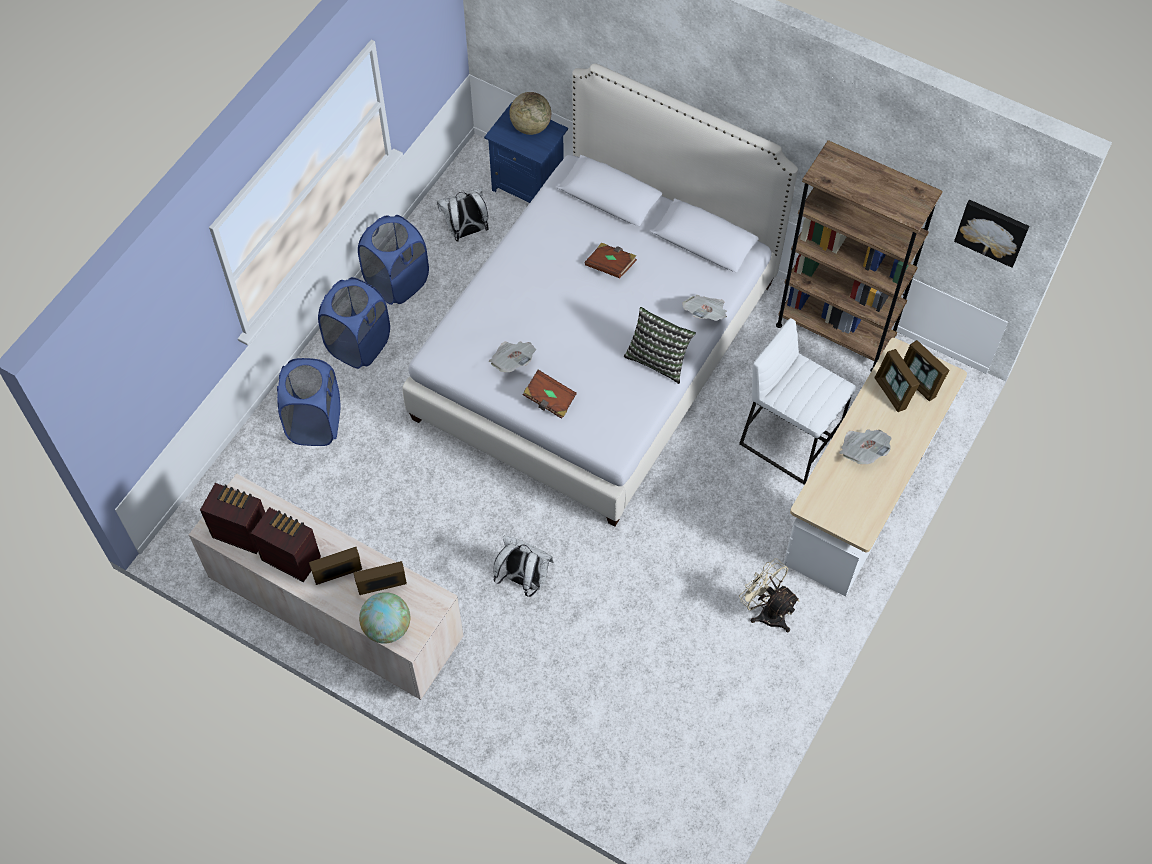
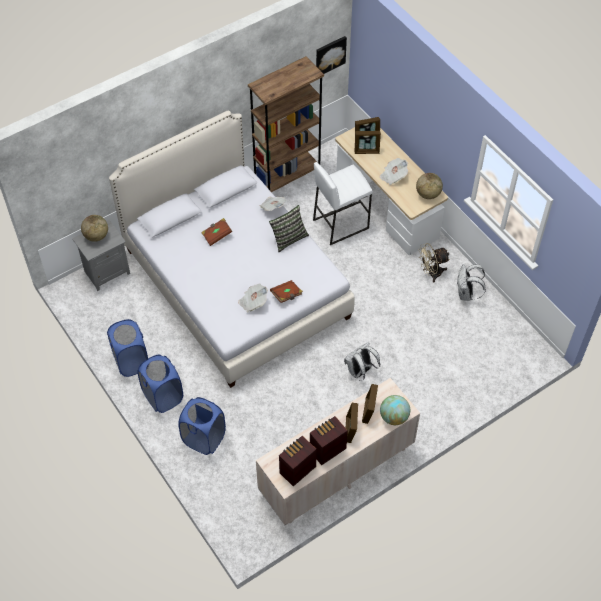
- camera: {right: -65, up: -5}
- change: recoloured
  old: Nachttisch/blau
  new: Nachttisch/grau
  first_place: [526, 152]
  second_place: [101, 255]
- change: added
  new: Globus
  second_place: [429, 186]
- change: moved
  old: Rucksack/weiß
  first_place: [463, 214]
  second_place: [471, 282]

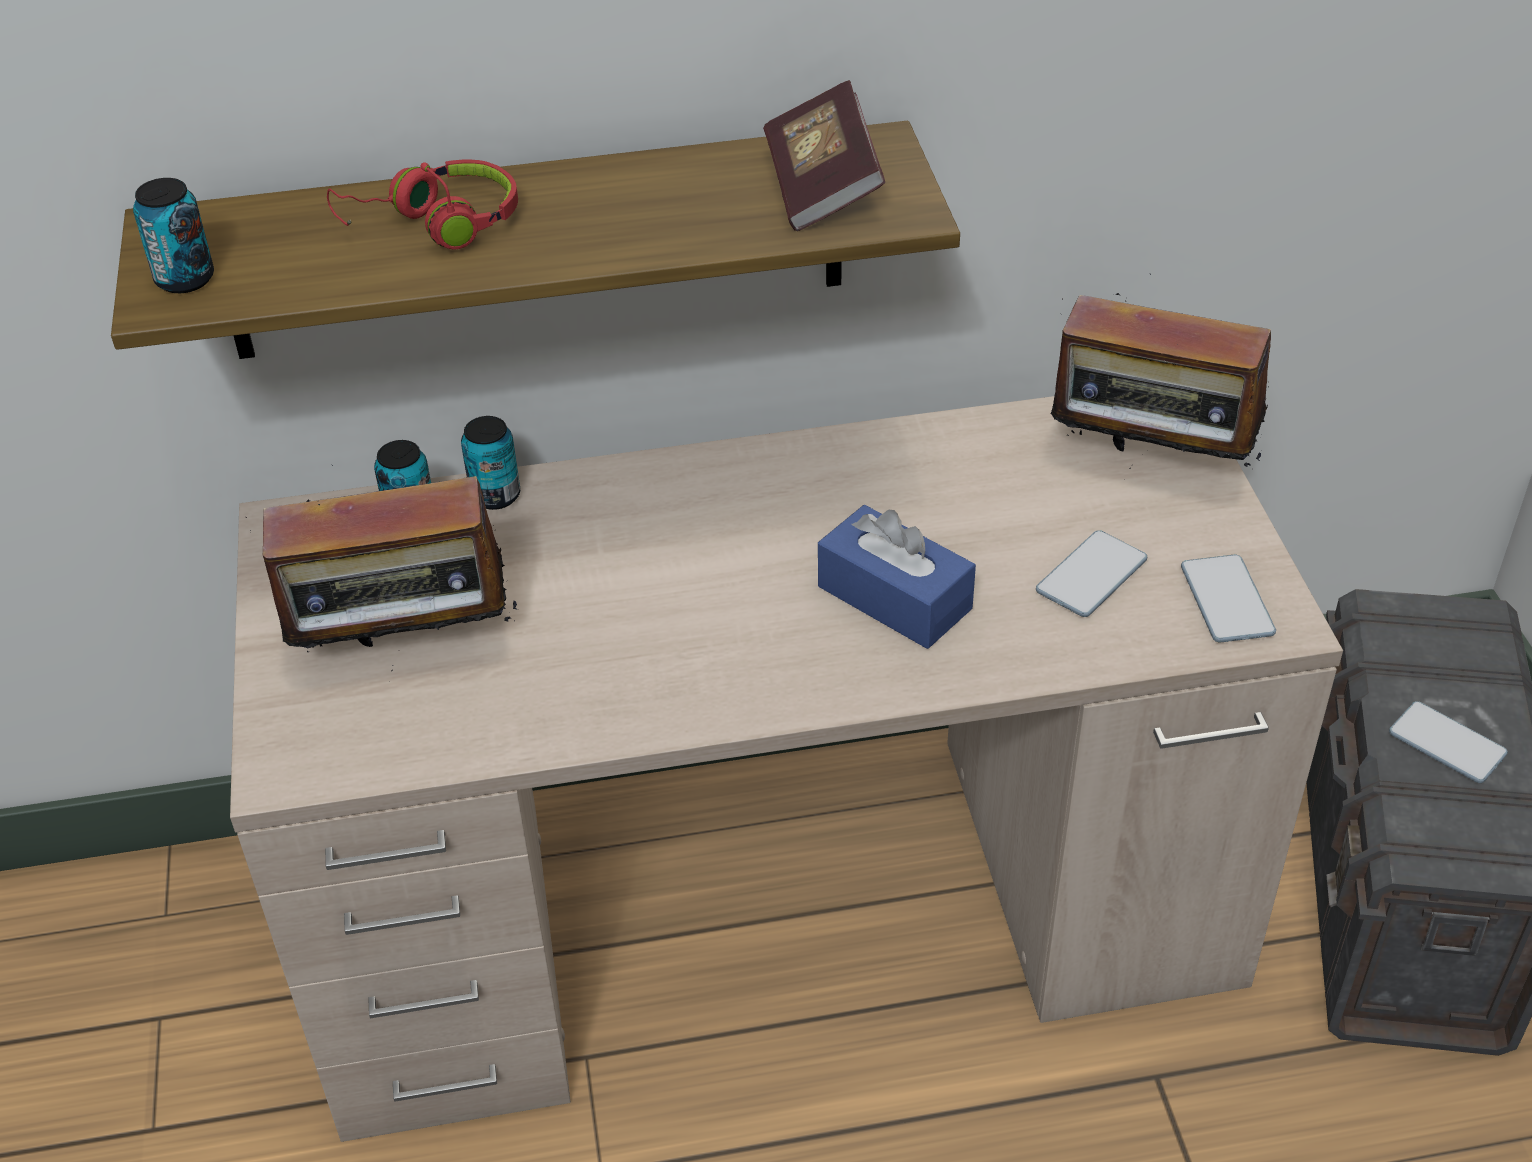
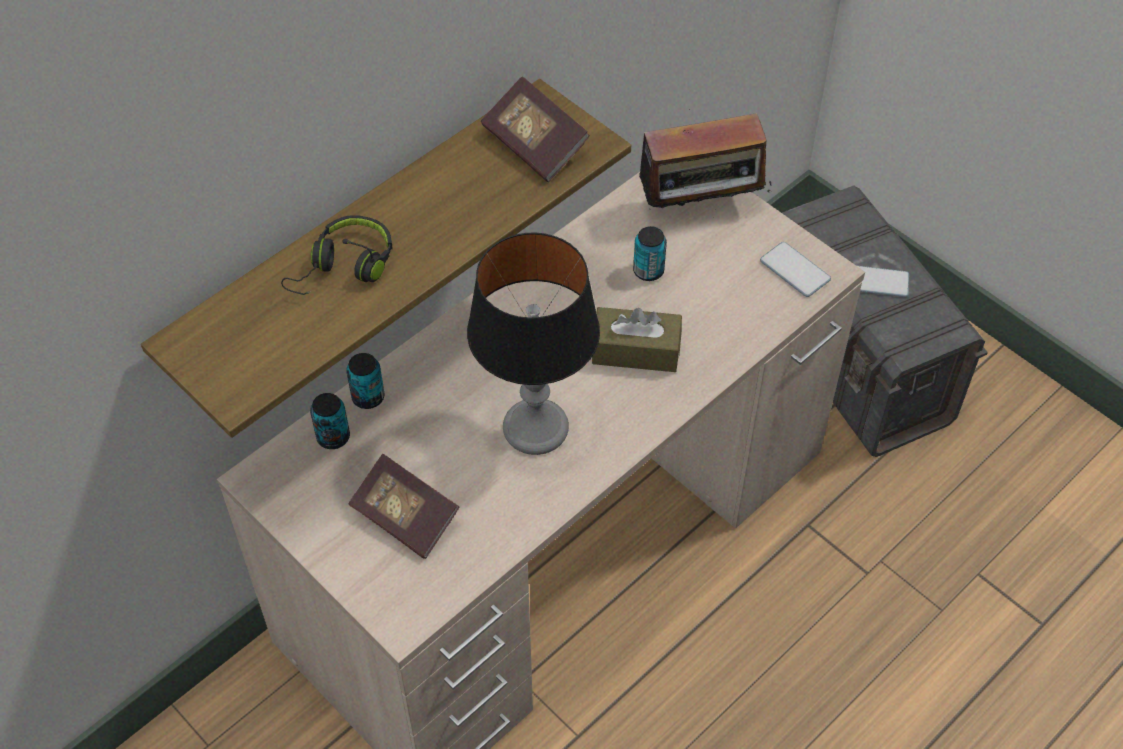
- camera: {right: -35, up: 10}
- change: recoloured
  old: Kopfhörer/rot
  new: Kopfhörer/schwarz
  first_place: [422, 204]
  second_place: [336, 255]
- change: replaced
  old: Radio
  new: Buch
  first_place: [382, 567]
  second_place: [403, 506]
- change: added
  new: Tischlampe
  second_place: [533, 343]
- change: recoloured
  old: Taschentuchbox/blau
  new: Taschentuchbox/braun
  first_place: [897, 577]
  second_place: [637, 339]
- change: moved
  old: Dose
  first_place: [173, 235]
  second_place: [650, 253]
- change: removed
  old: Handy
  first_place: [1091, 573]

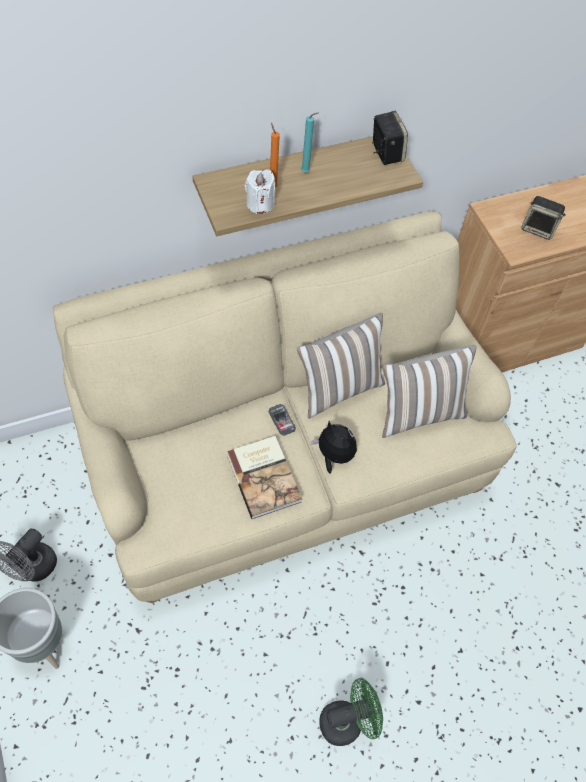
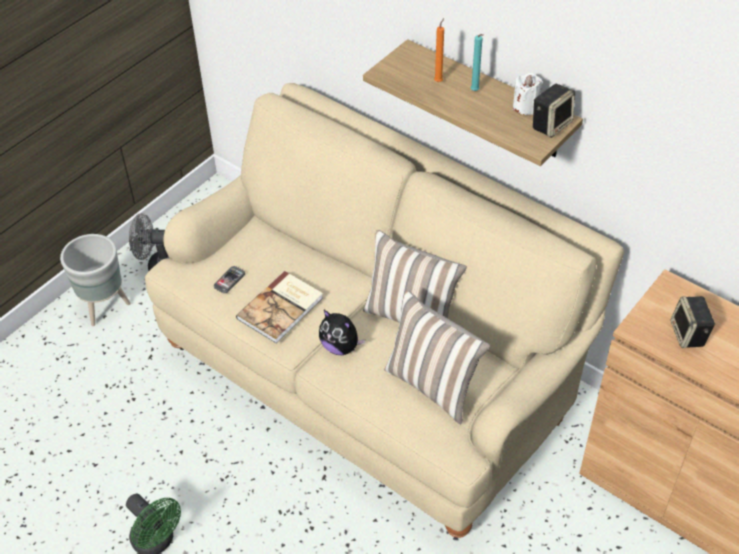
- camera: {right: 65, up: -10}
- change: moved
  old: Handy
  first_place: [282, 420]
  second_place: [229, 279]
- change: turned
  old: Plüschtier
  first_place: [334, 447]
  second_place: [342, 332]
  degrees: 120
- change: moved
  old: Kerze/weiß
  first_place: [260, 191]
  second_place: [528, 94]

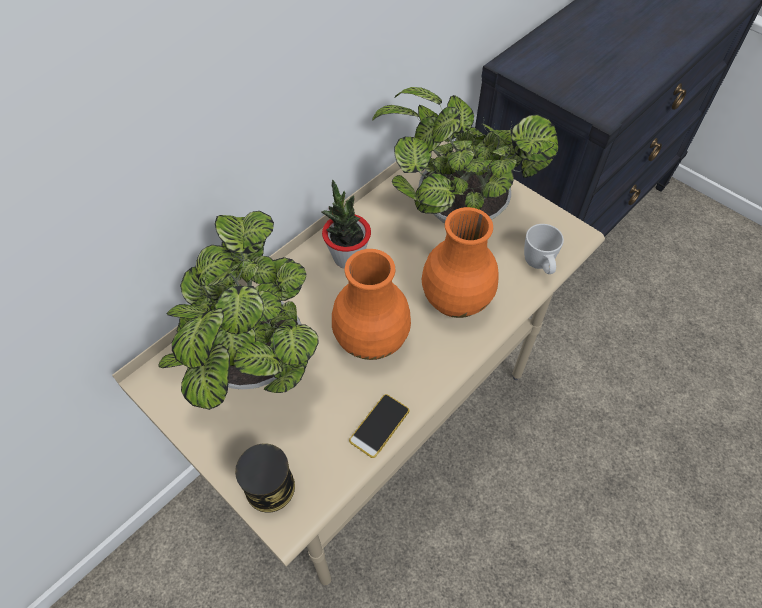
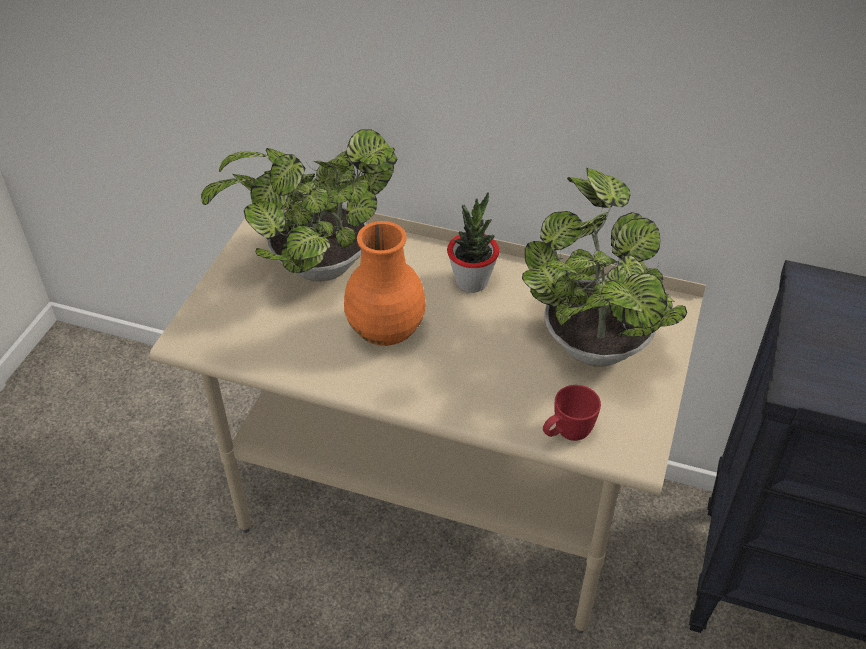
- camera: {right: 65, up: -10}
- change: recoloured
  old: Henkelbecher/weiß
  new: Henkelbecher/rot
  first_place: [544, 249]
  second_place: [572, 413]
- change: removed
  old: Dose
  first_place: [265, 478]
- change: removed
  old: Handy
  first_place: [379, 426]
- change: removed
  old: Vase/orange
  first_place: [460, 262]

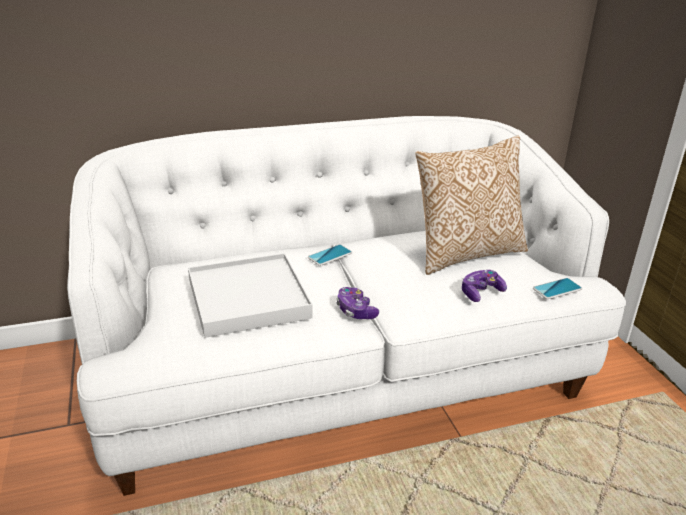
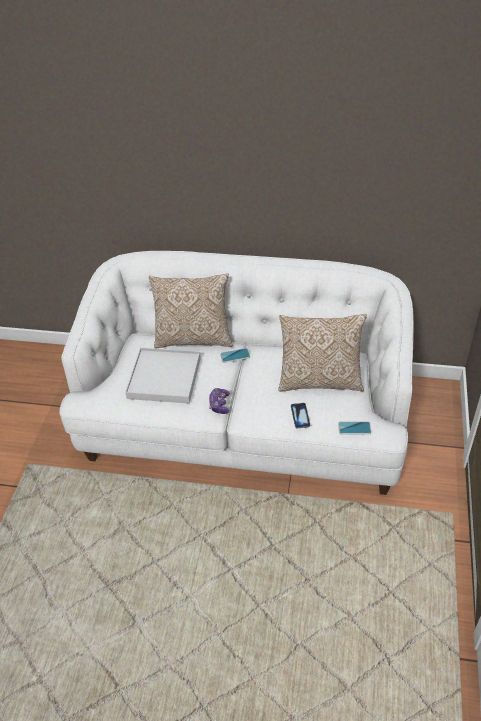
- camera: {right: 30, up: 15}
- change: added
  new: Kissen
  second_place: [191, 311]
- change: replaced
  old: Gamepad
  new: Handy
  first_place: [484, 286]
  second_place: [300, 415]

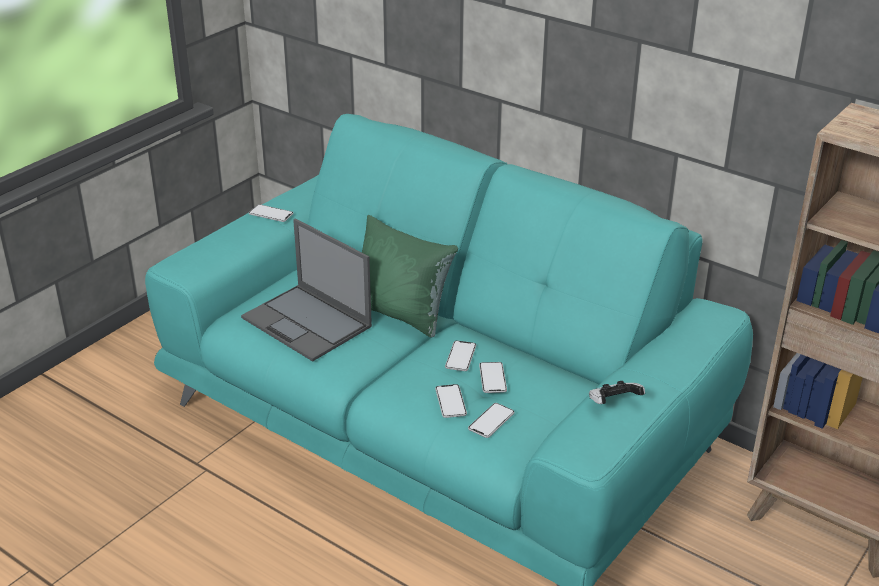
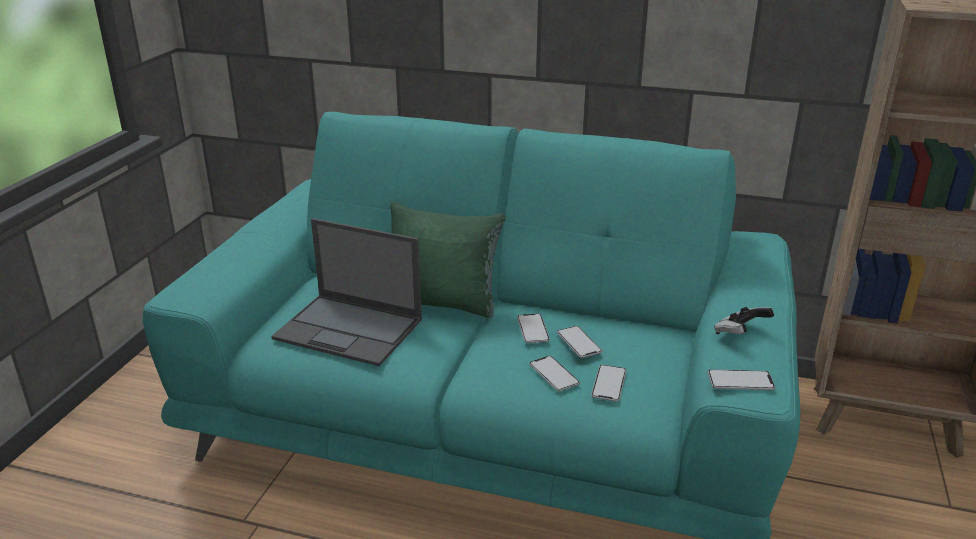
- camera: {right: -20, up: -5}
- change: moved
  old: Handy
  first_place: [271, 213]
  second_place: [741, 379]

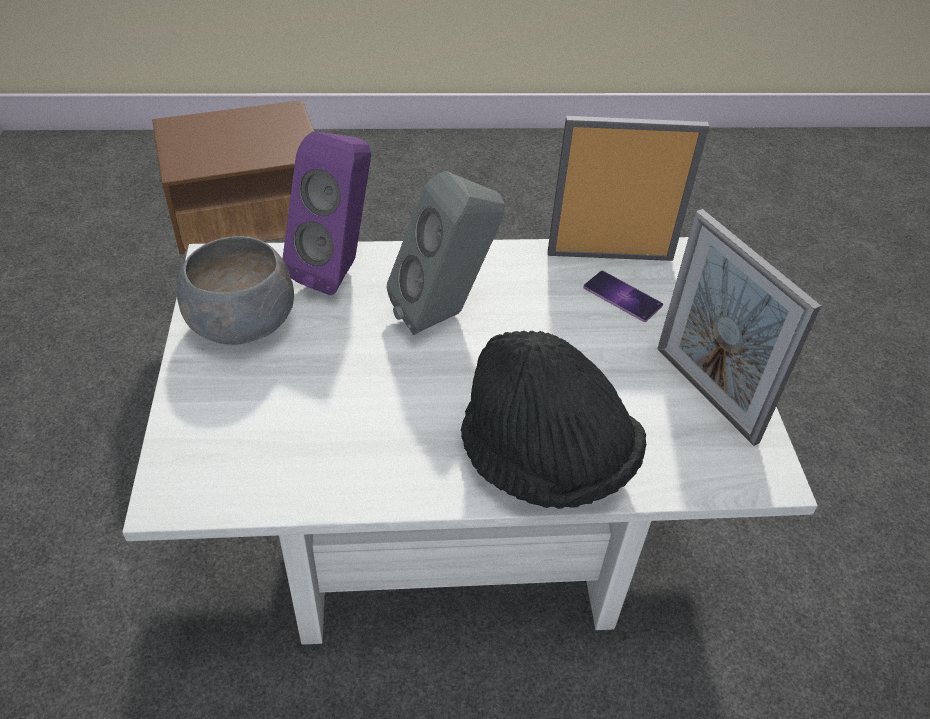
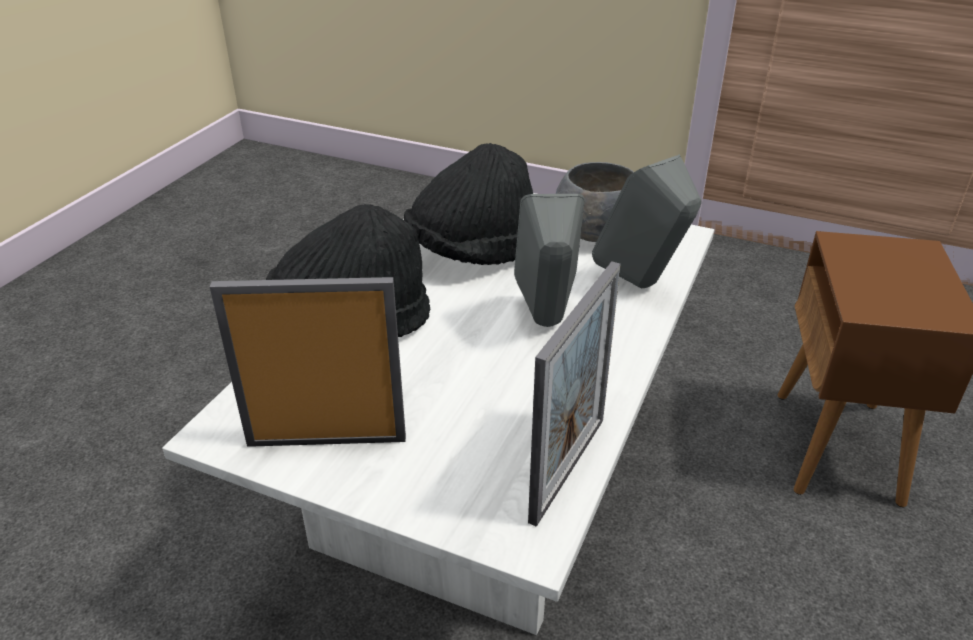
- camera: {right: 120, up: -10}
- change: added
  new: Hut/schwarz
  second_place: [468, 204]
- change: recoloured
  old: Lautsprecher/lila
  new: Lautsprecher/grau
  first_place: [326, 213]
  second_place: [646, 221]
- change: removed
  old: Handy
  first_place: [623, 296]

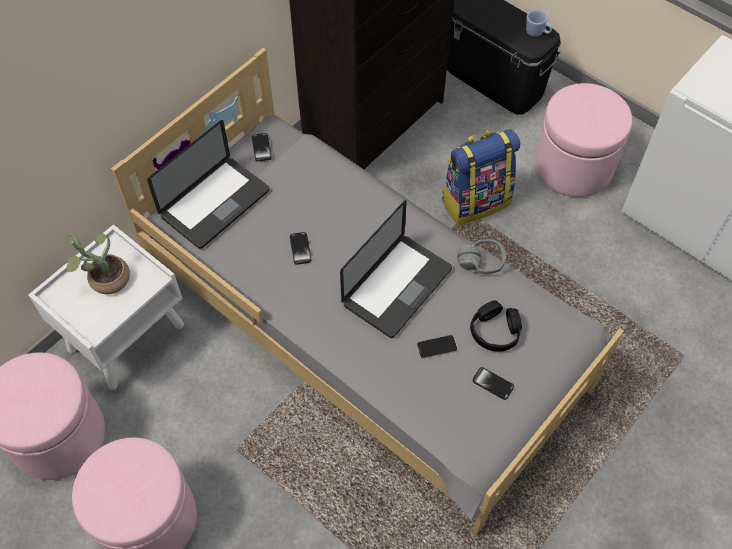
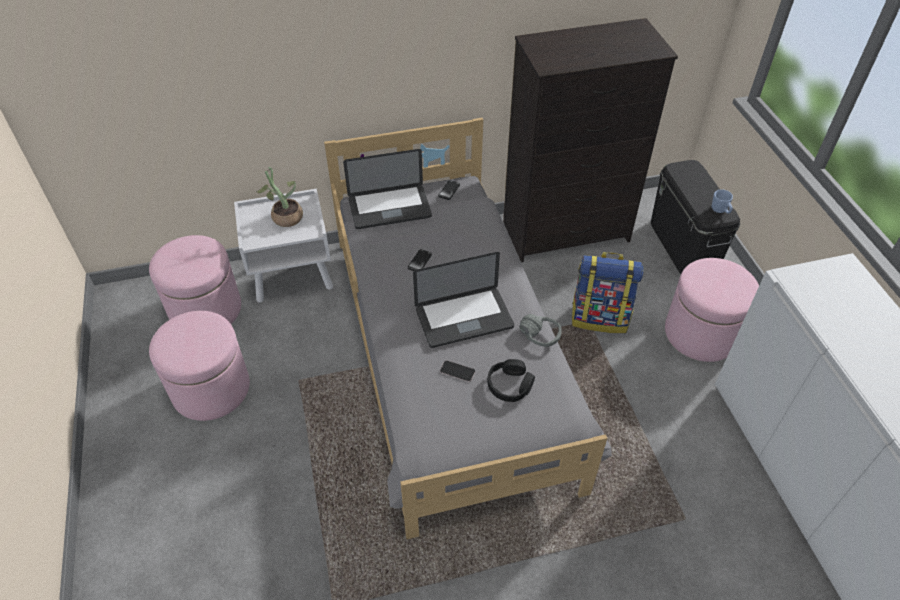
- camera: {right: 35, up: -10}
- change: removed
  old: Handy
  first_place: [493, 383]

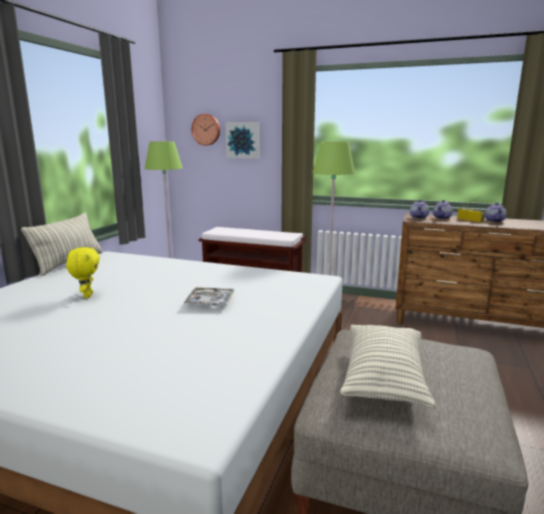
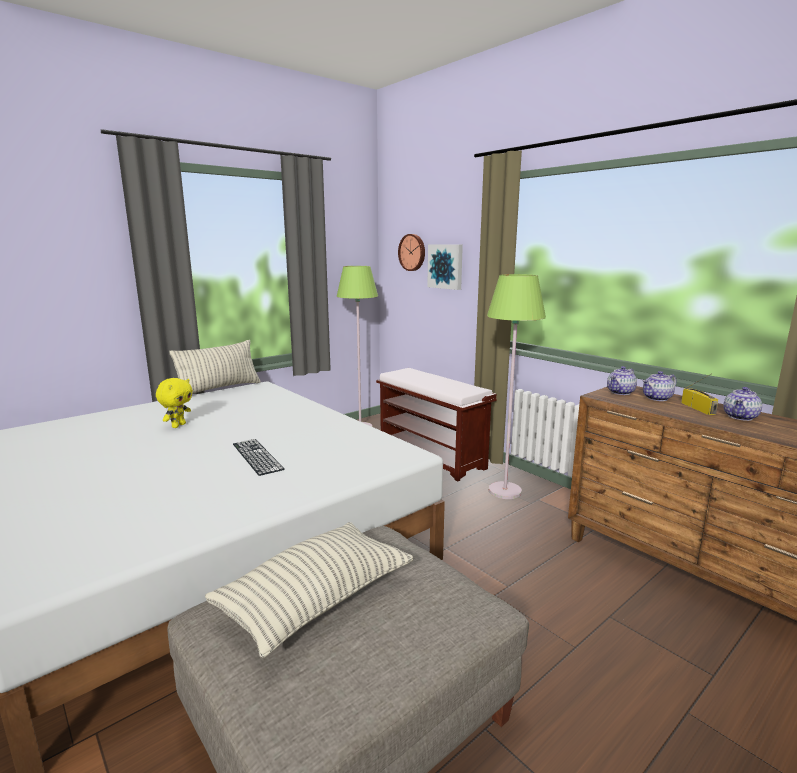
- camera: {right: 30, up: 0}
- change: replaced
  old: Tablett
  new: Tastatur
  first_place: [209, 296]
  second_place: [259, 457]

